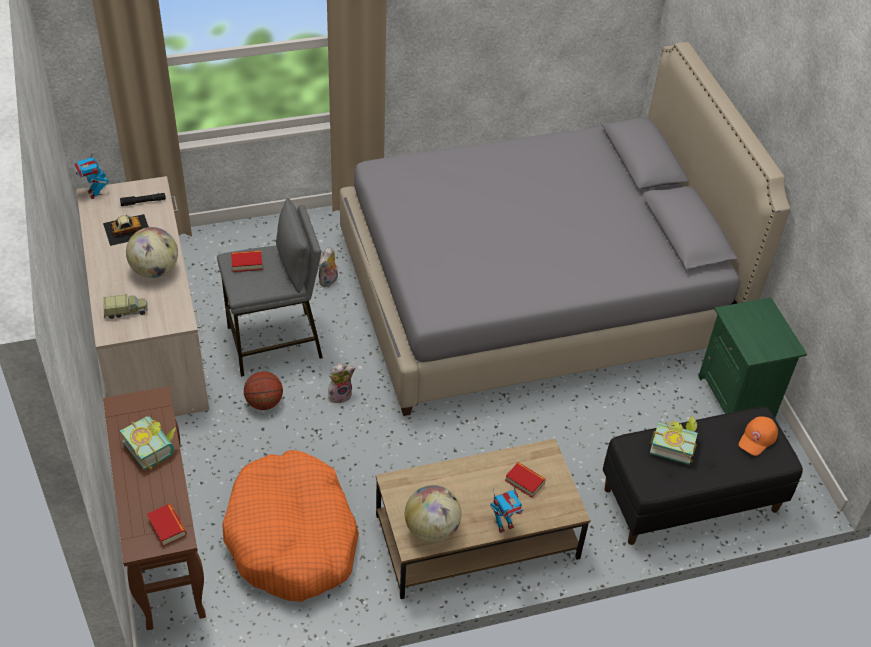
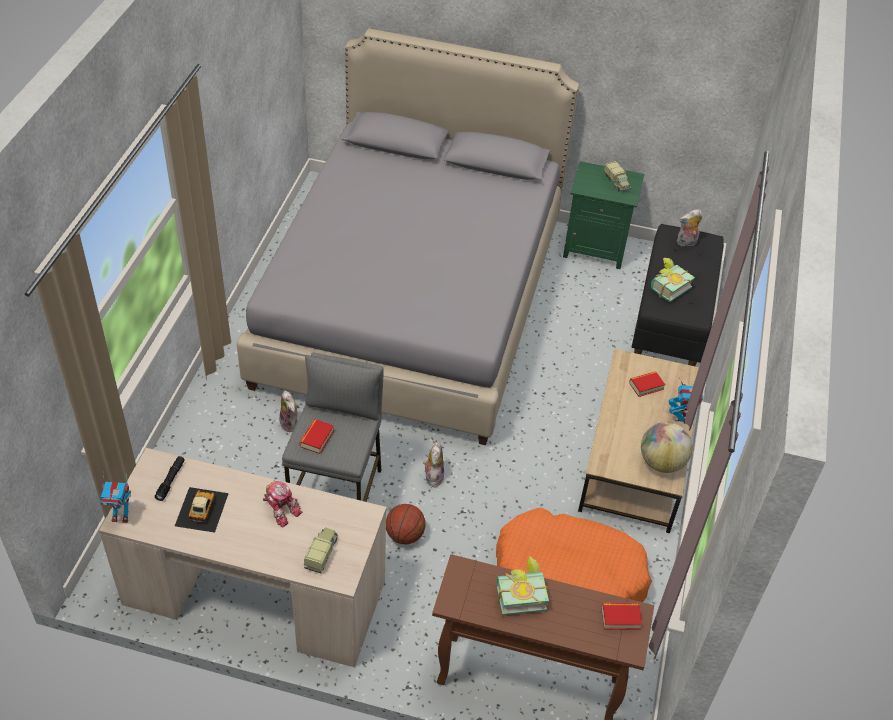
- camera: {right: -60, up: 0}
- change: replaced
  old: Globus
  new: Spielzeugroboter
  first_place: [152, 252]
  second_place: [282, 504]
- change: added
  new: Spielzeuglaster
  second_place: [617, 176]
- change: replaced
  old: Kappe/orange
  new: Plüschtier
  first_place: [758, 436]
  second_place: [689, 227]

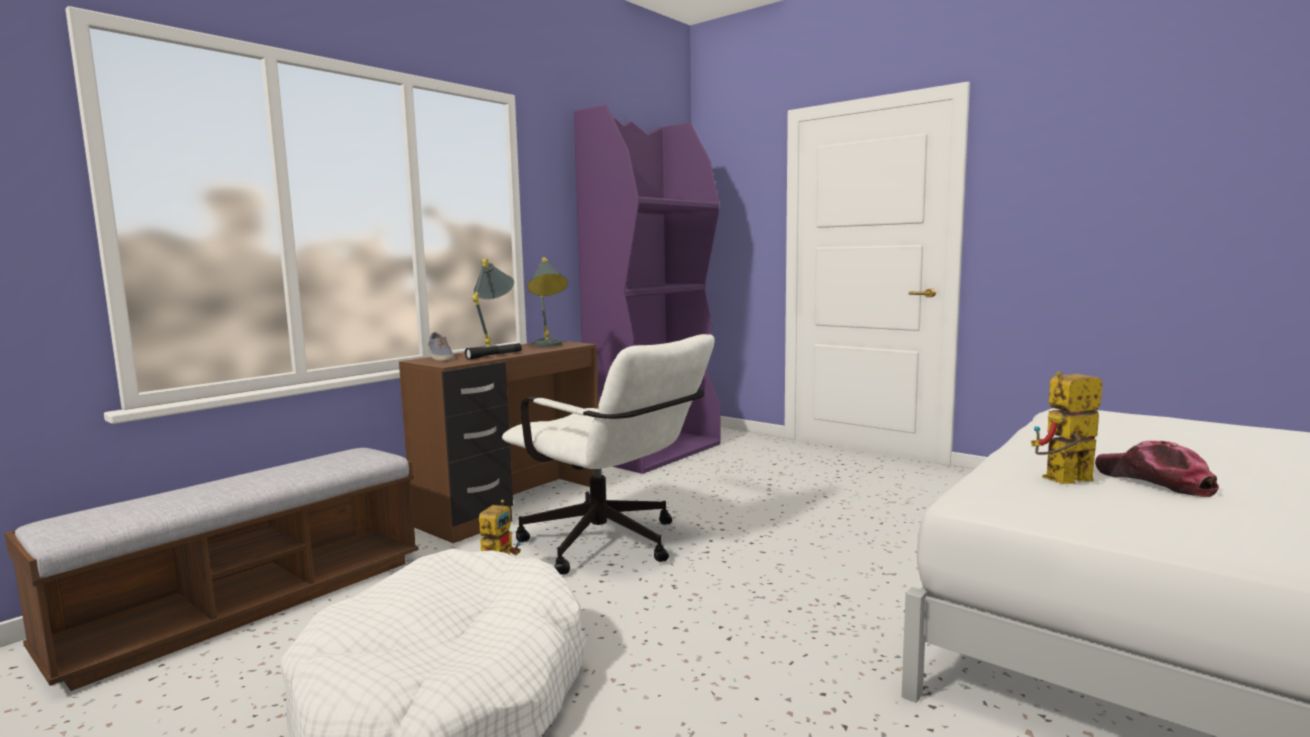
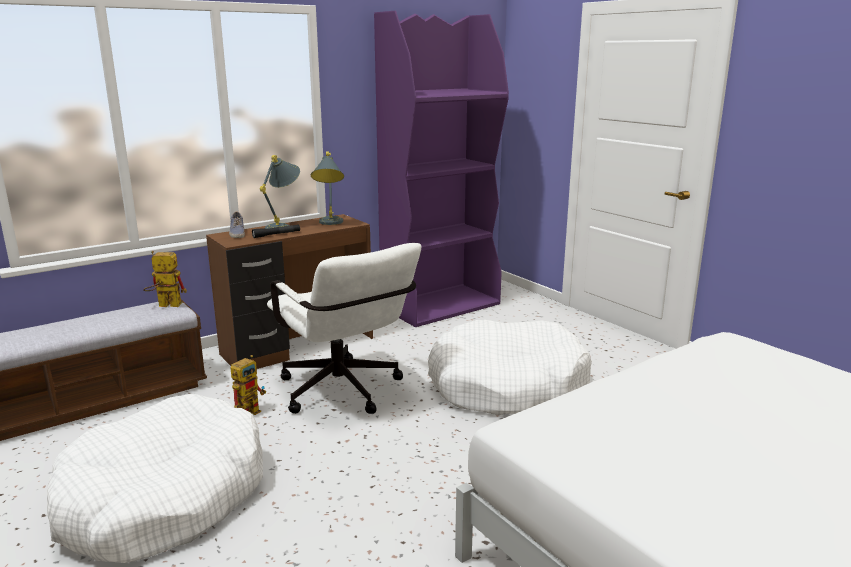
- camera: {right: 15, up: 10}
- change: moved
  old: Spielzeugroboter
  first_place: [1067, 427]
  second_place: [165, 279]
- change: added
  new: Hundebett/weiß
  second_place: [510, 367]
- change: removed
  old: Kappe
  first_place: [1157, 469]

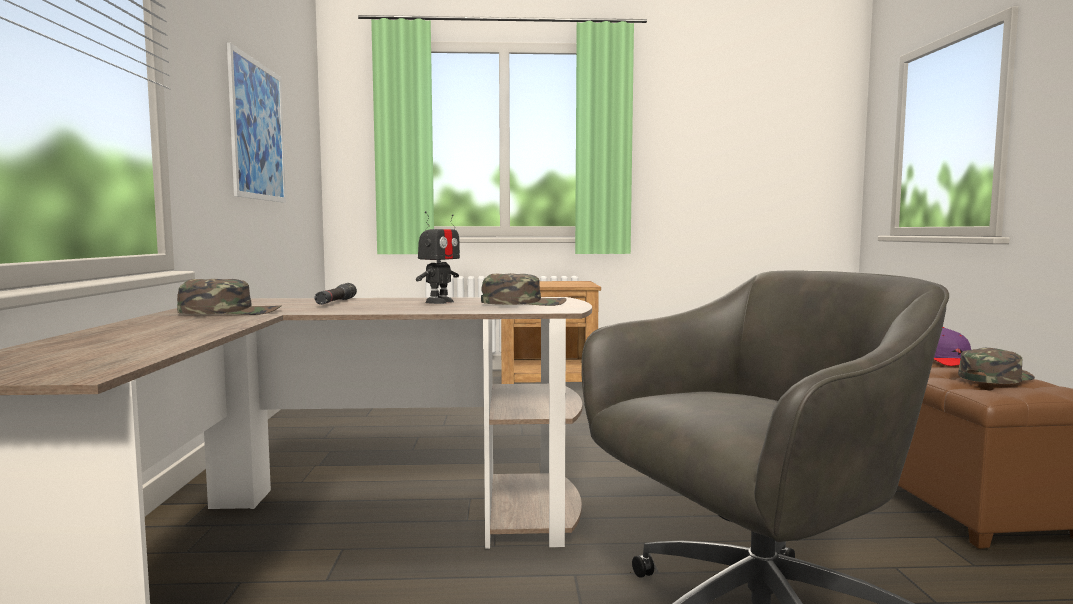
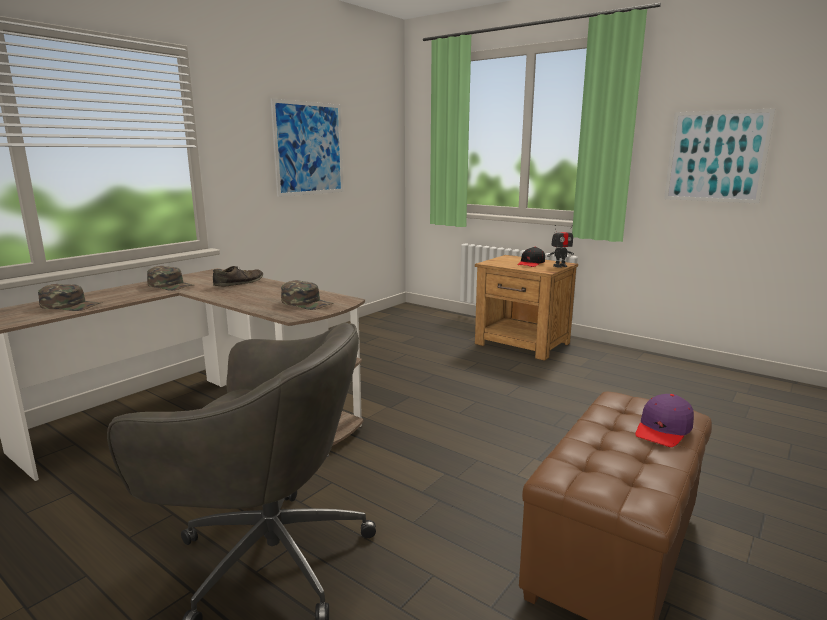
- camera: {right: 40, up: 10}
- change: moved
  old: Kappe/grün
  first_place: [996, 366]
  second_place: [70, 297]
- change: replaced
  old: Taschenlampe/schwarz
  new: Schuh/braun
  first_place: [335, 294]
  second_place: [238, 276]
- change: added
  new: Kappe/schwarz
  second_place: [531, 257]
- change: moved
  old: Spielzeugroboter
  first_place: [438, 257]
  second_place: [560, 246]
- change: added
  new: Bild
  second_place: [719, 156]

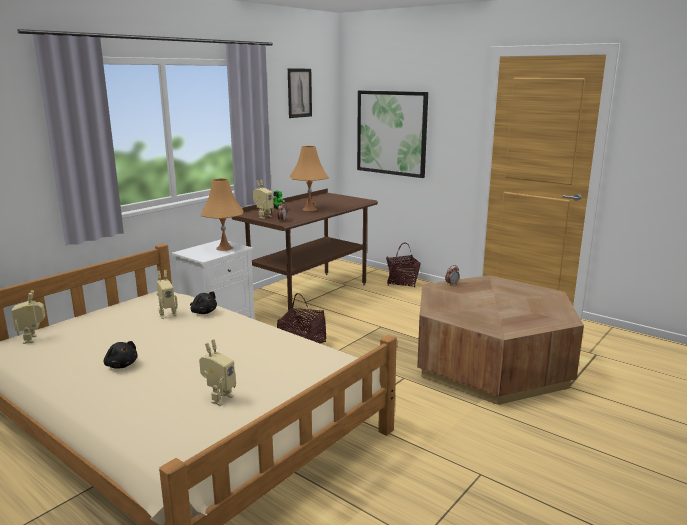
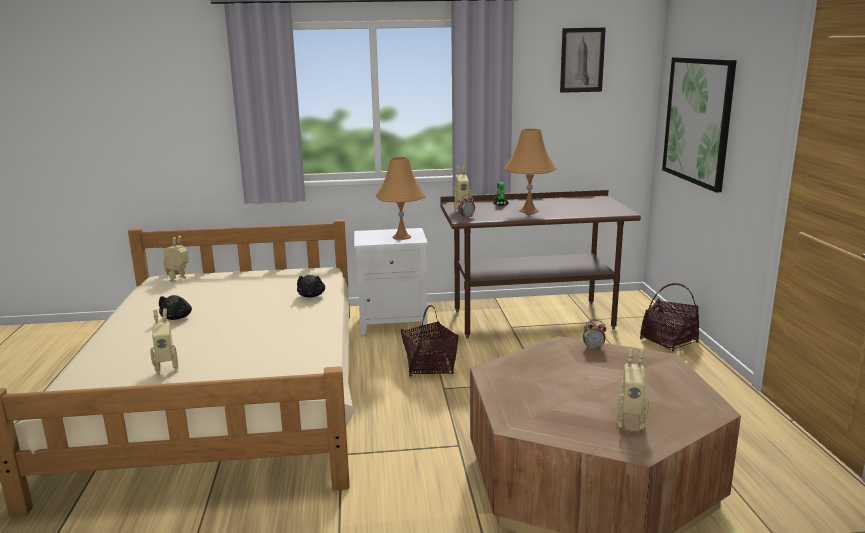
- camera: {right: 45, up: 0}
- change: moved
  old: Spielzeugroboter
  first_place: [167, 294]
  second_place: [633, 389]

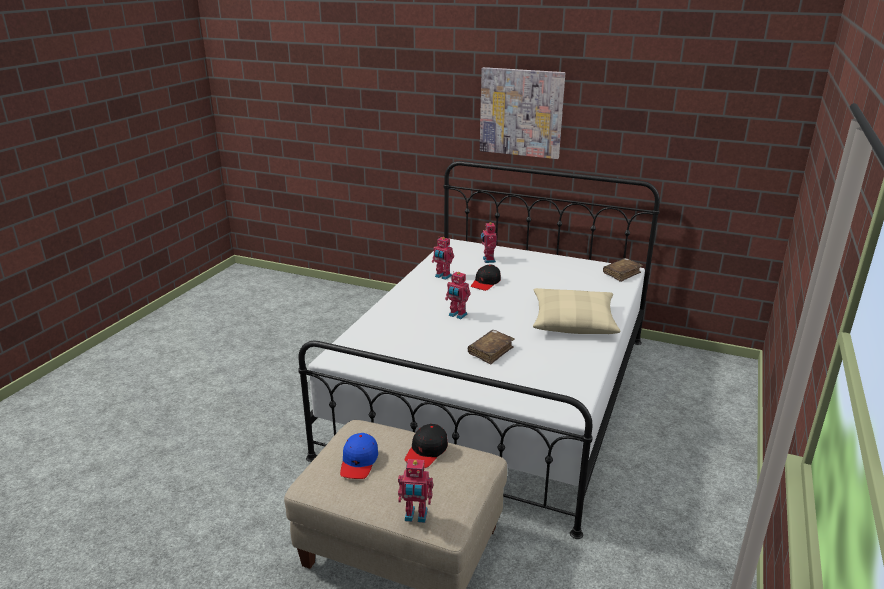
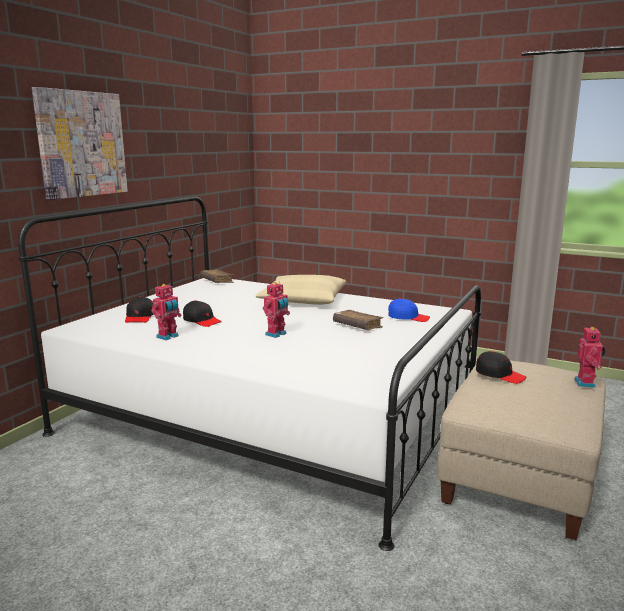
- camera: {right: -85, up: -10}
- change: replaced
  old: Spielzeugroboter
  new: Kappe/schwarz
  first_place: [489, 242]
  second_place: [139, 309]
- change: moved
  old: Kappe/blau
  first_place: [359, 456]
  second_place: [409, 310]

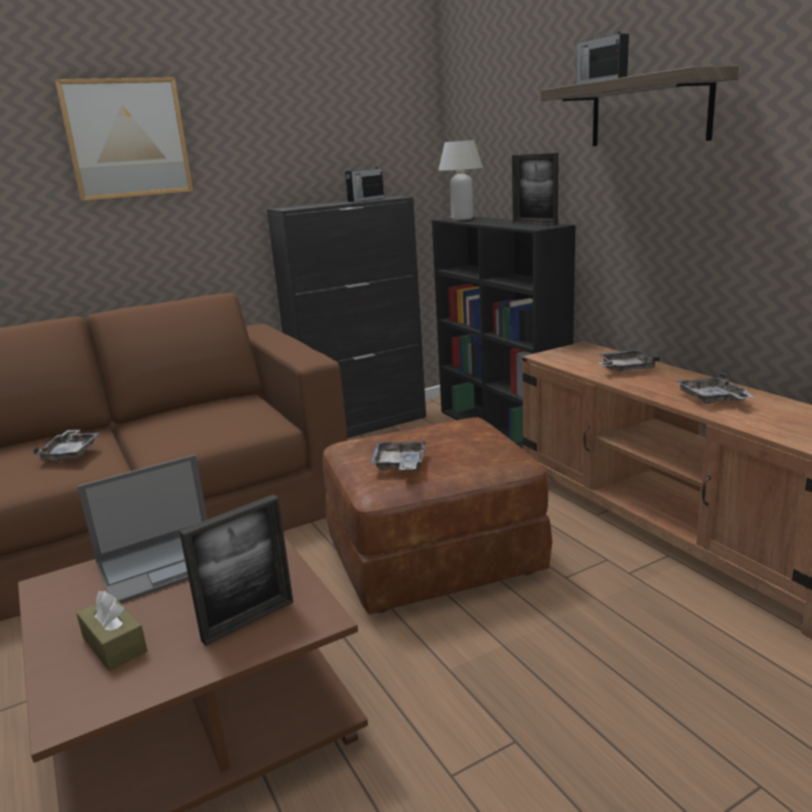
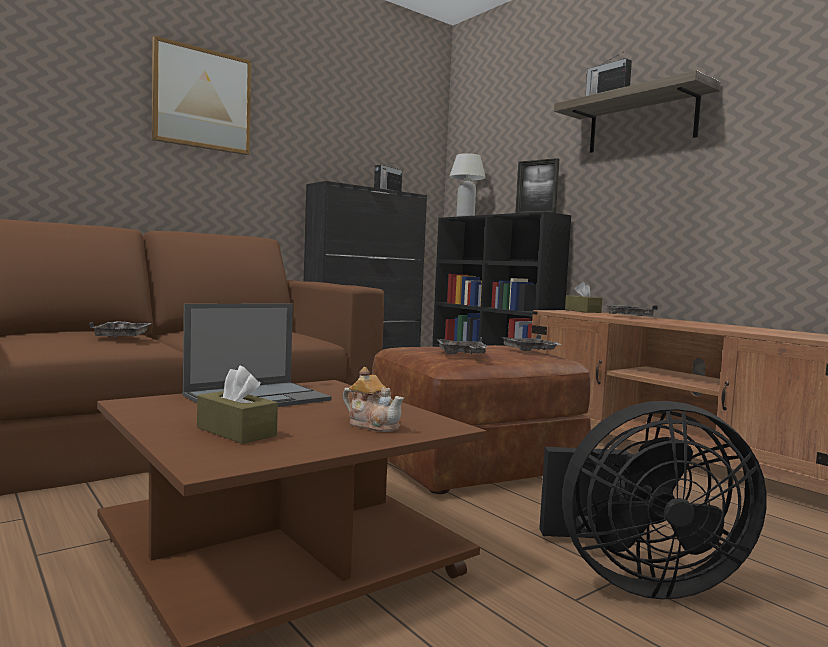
- camera: {right: -10, up: -15}
- change: replaced
  old: Bilderrahmen
  new: Teekanne
  first_place: [236, 570]
  second_place: [373, 399]
- change: moved
  old: Tablett/grau
  first_place: [715, 388]
  second_place: [531, 342]
- change: added
  new: Ventilator/schwarz
  second_place: [653, 500]
- change: added
  new: Taschentuchbox/braun
  second_place: [583, 297]

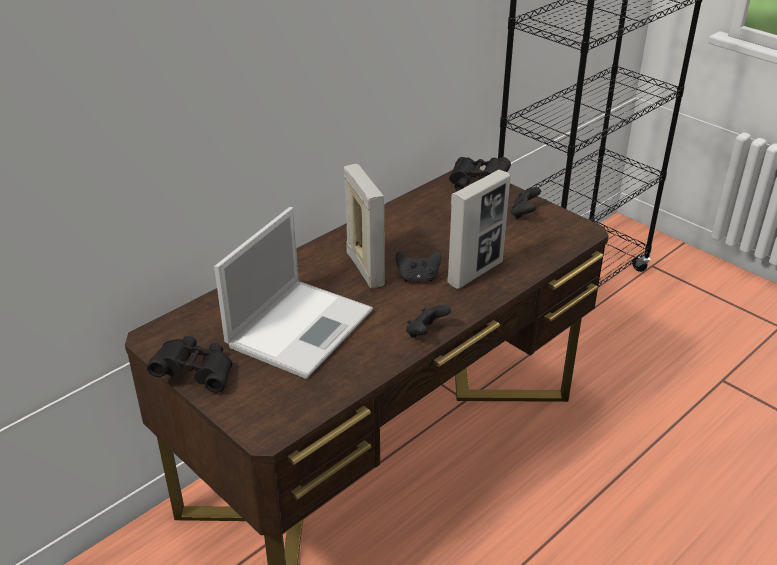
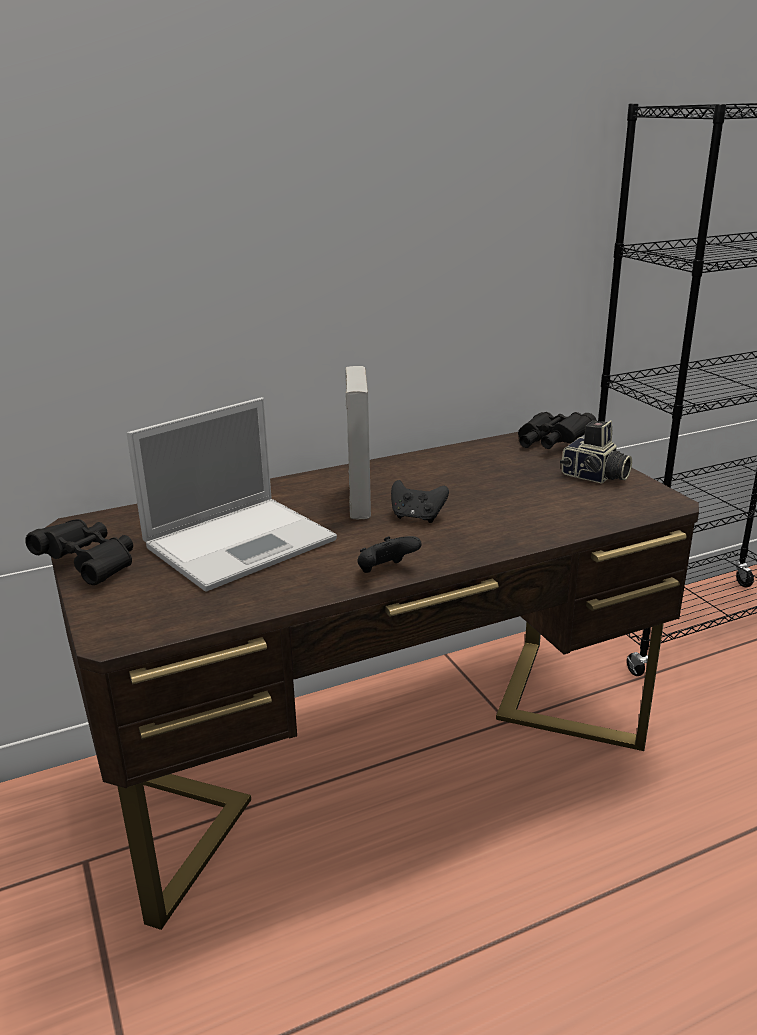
- camera: {right: 20, up: -10}
- change: replaced
  old: Gamepad/schwarz
  new: Kamera
  first_place: [526, 203]
  second_place: [596, 452]
- change: removed
  old: Bilderrahmen
  first_place: [479, 229]

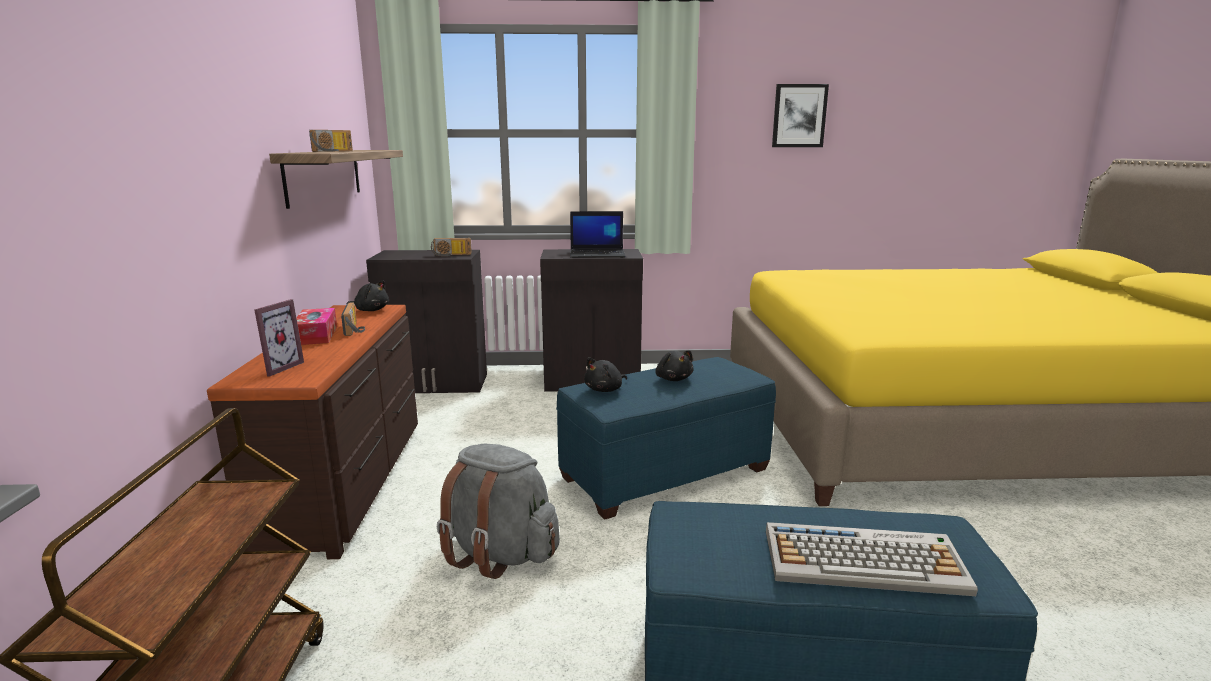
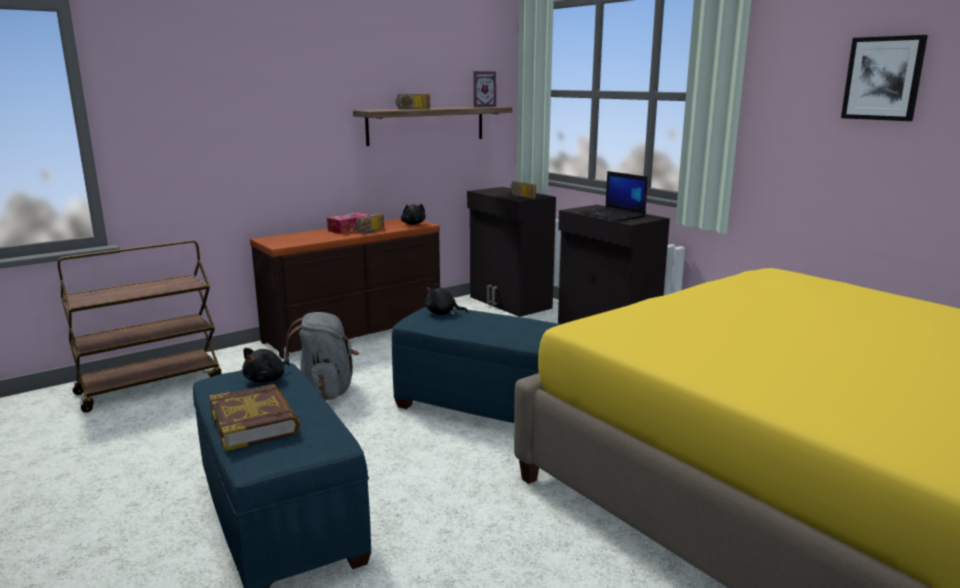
- camera: {right: 55, up: 0}
- change: replaced
  old: Tastatur
  new: Buch
  first_place: [872, 559]
  second_place: [255, 417]
- change: moved
  old: Plüschtier/schwarz
  first_place: [675, 365]
  second_place: [266, 365]
- change: moved
  old: Bilderrahmen
  first_place: [279, 338]
  second_place: [485, 89]

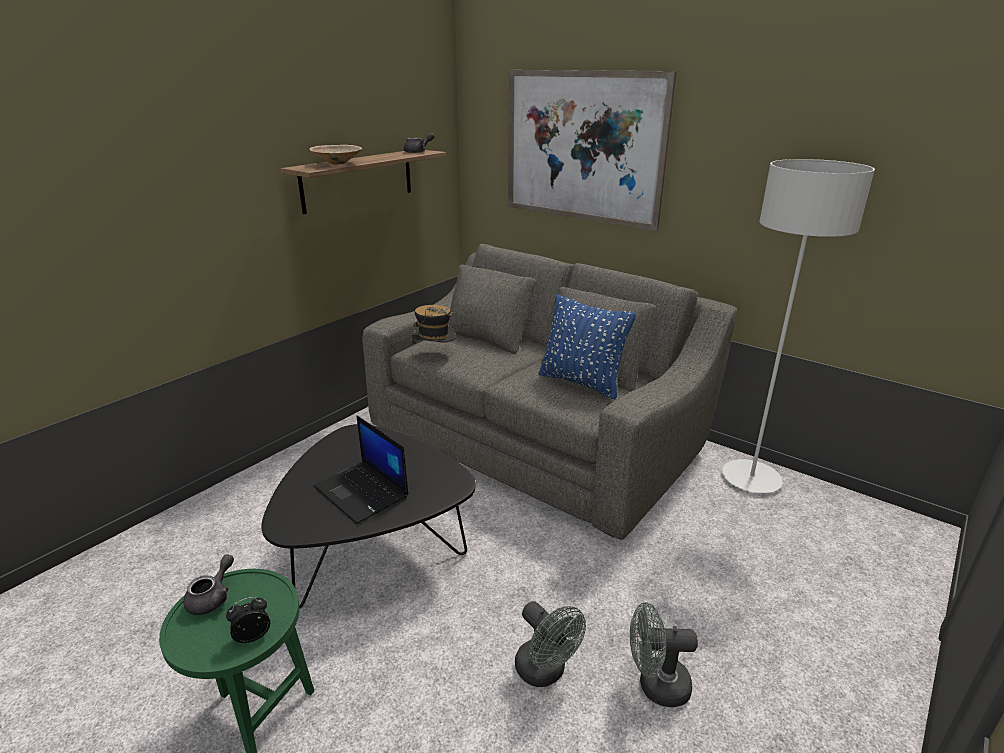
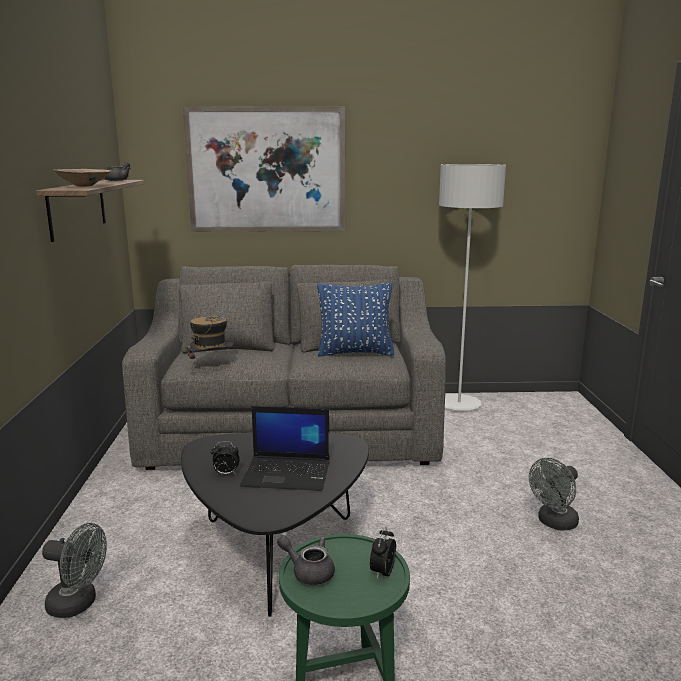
- camera: {right: -40, up: -10}
- change: moved
  old: Ventilator/grau
  first_place: [550, 644]
  second_place: [74, 570]
- change: added
  new: Wecker
  second_place: [225, 458]
- change: turned
  old: Teekanne/grau
  first_place: [208, 584]
  second_place: [306, 560]
  degrees: -45

